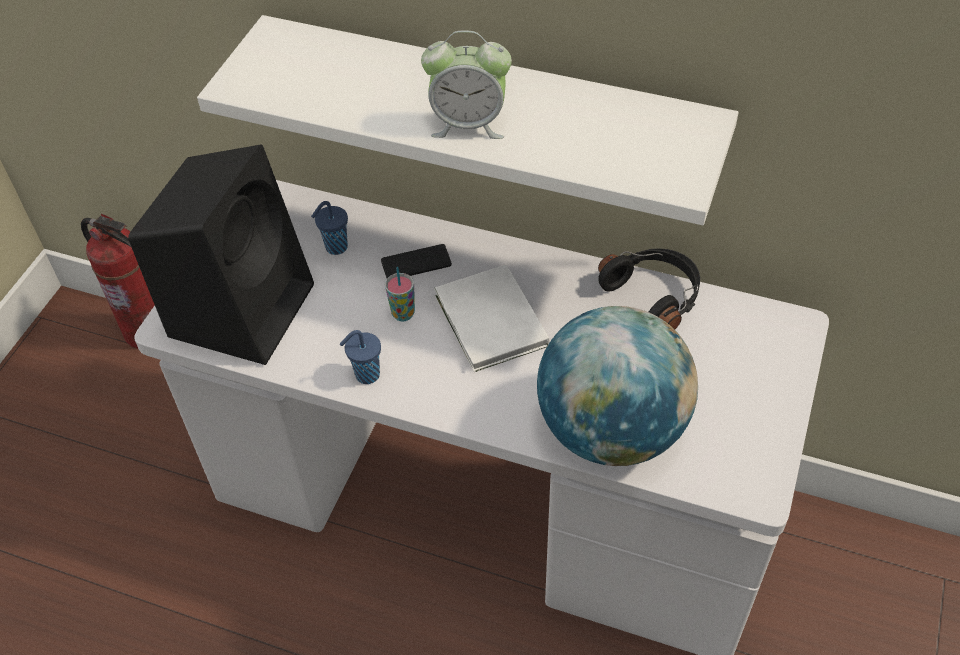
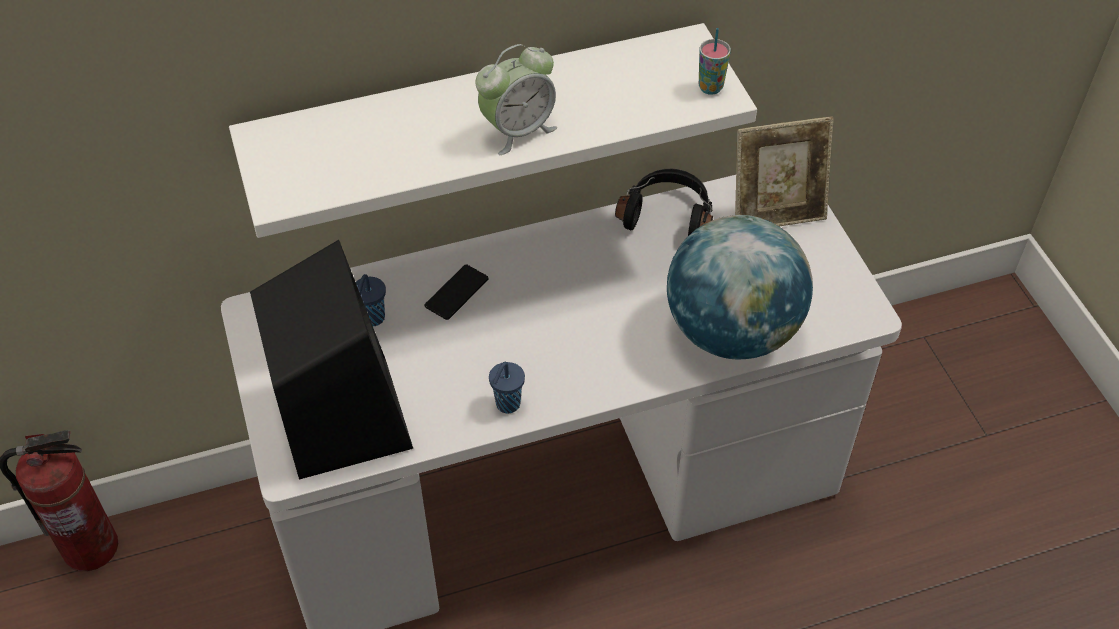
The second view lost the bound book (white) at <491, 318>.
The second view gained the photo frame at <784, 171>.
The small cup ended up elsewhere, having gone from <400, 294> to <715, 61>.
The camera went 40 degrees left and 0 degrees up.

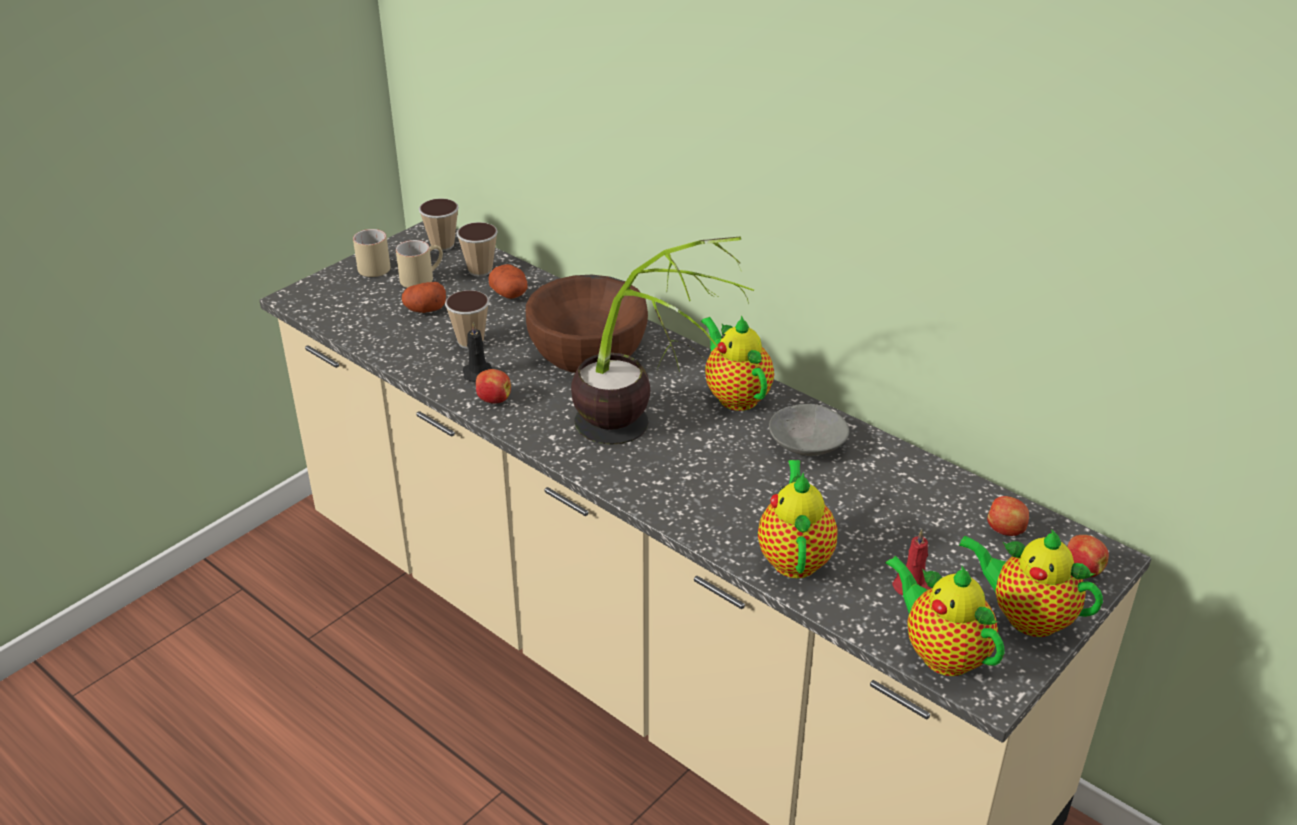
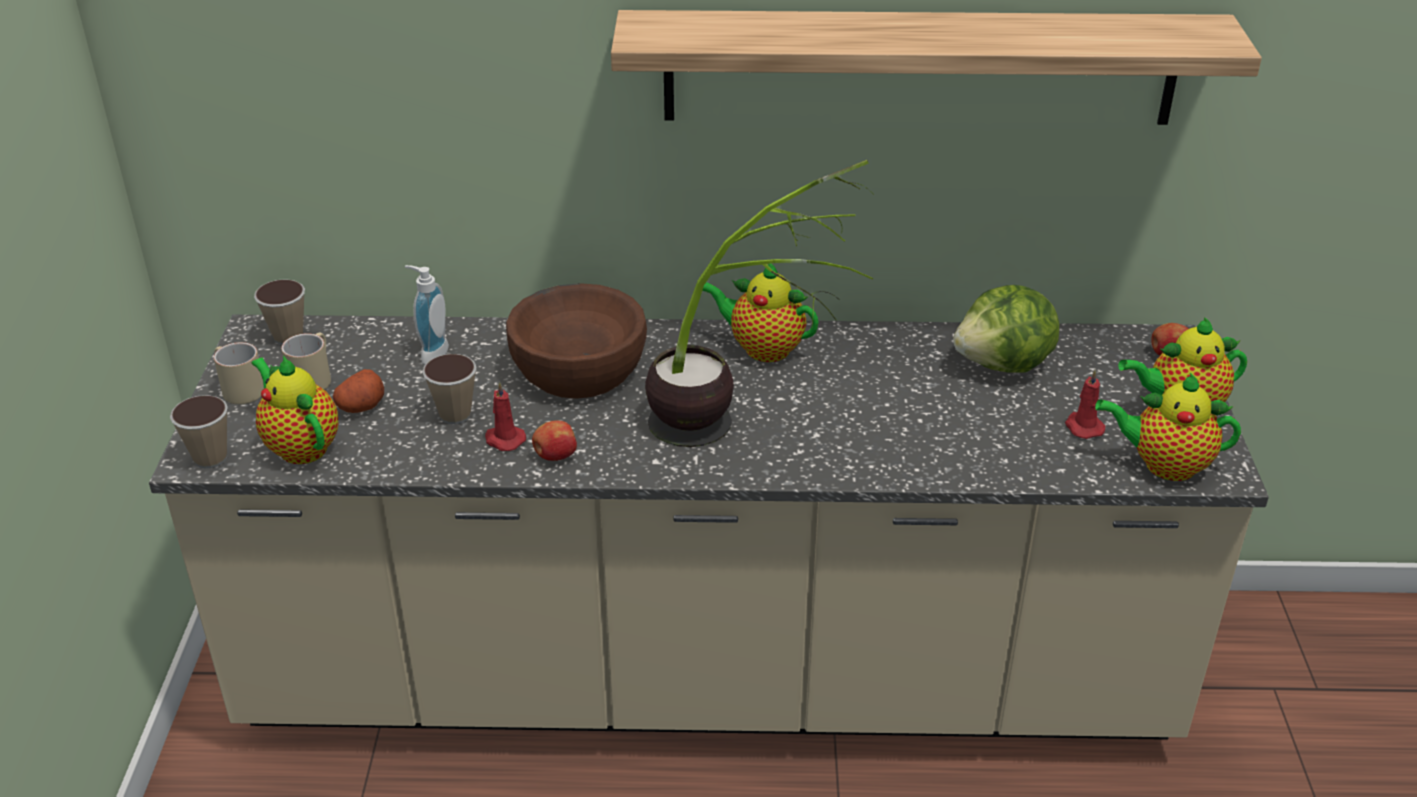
The second view lost the serving bowl (gray) at <809, 430>.
The second view lost the whole apple at <1008, 516>.
The second view gained the wall shelf at <936, 67>.
The second view gained the lettuce head at <1006, 329>.
The small cup ended up elsewhere, having gone from <477, 249> to <199, 431>.
The tea pot ended up elsewhere, having gone from <798, 519> to <294, 409>.
Where the potato stood at <508, 281>, the soap dispenser came to stand at <427, 315>.
What was the candle (black) at <477, 352> turned into the candle (reddish) at <505, 416>.
The camera went 40 degrees left and 0 degrees up.

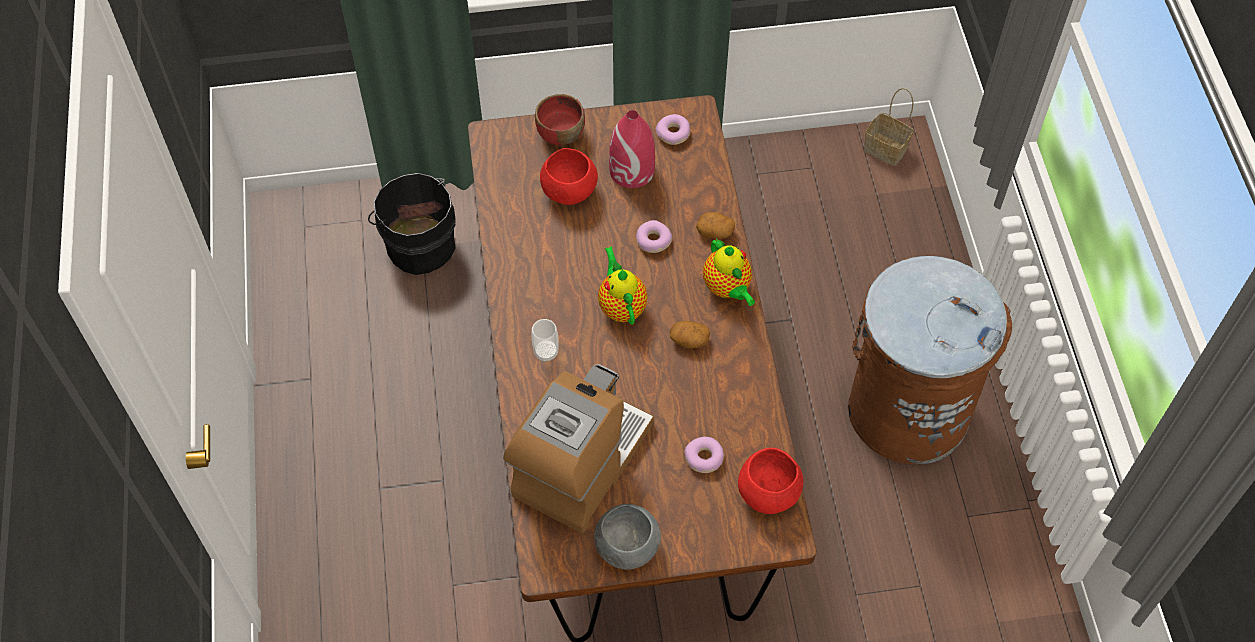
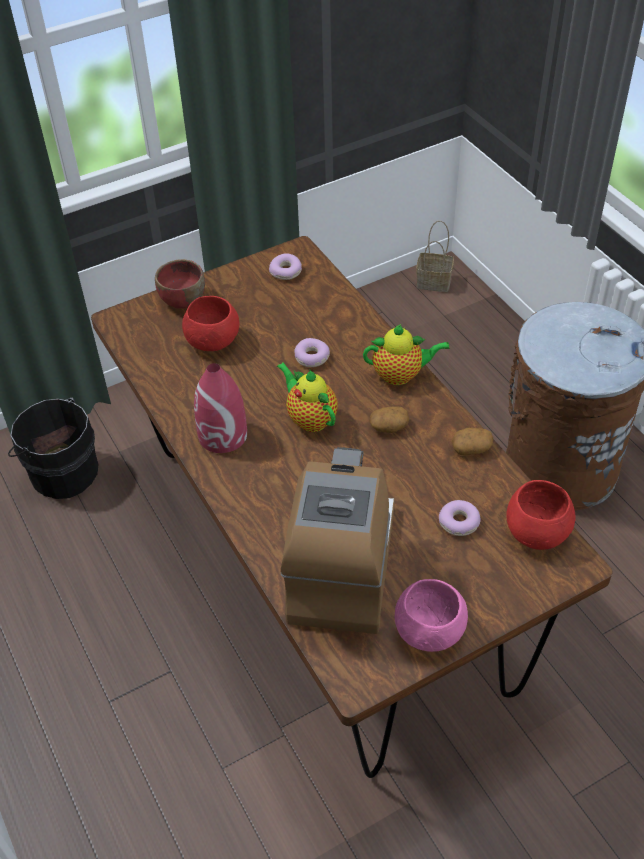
The second view lost the small cup at <545, 340>.
The vase (reddish) ended up elsewhere, having gone from <632, 149> to <220, 408>.
The potato ended up elsewhere, having gone from <715, 225> to <472, 441>.
What was the serving bowl (gray) at <627, 537> turned into the serving bowl (pink) at <431, 615>.
The tea pot at <729, 272> ended up facing another way, 45 degrees counterclockwise from before.
The camera went 20 degrees left and 10 degrees down.

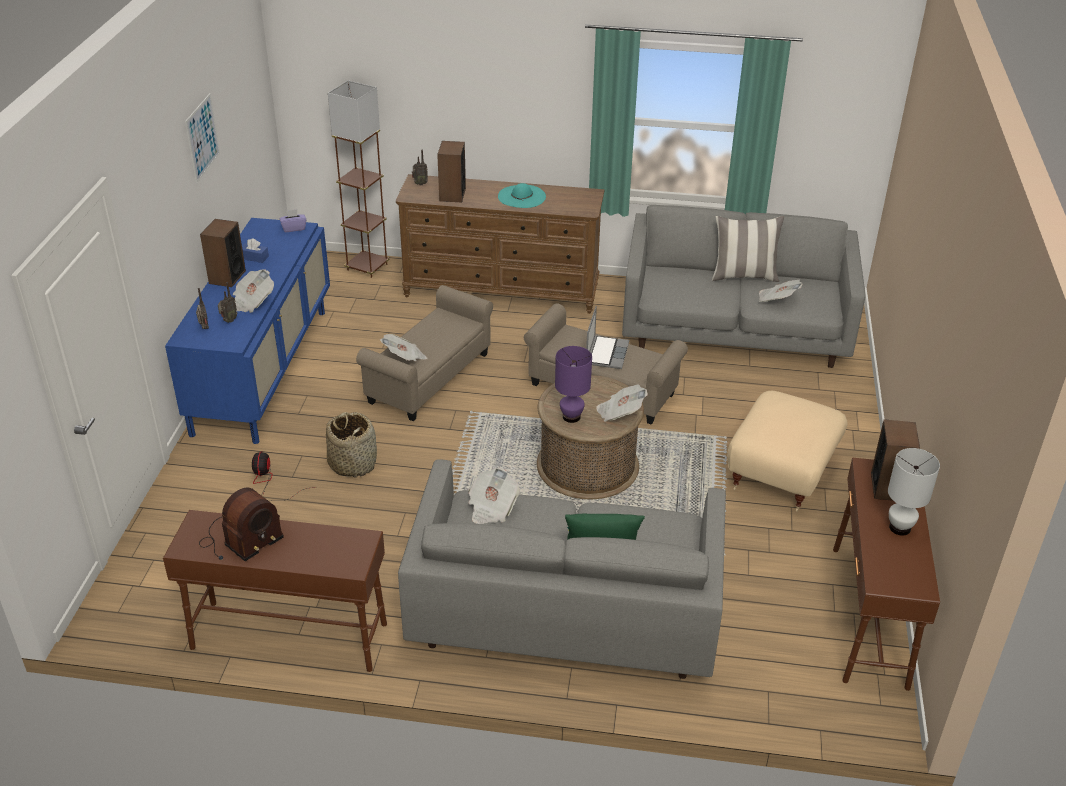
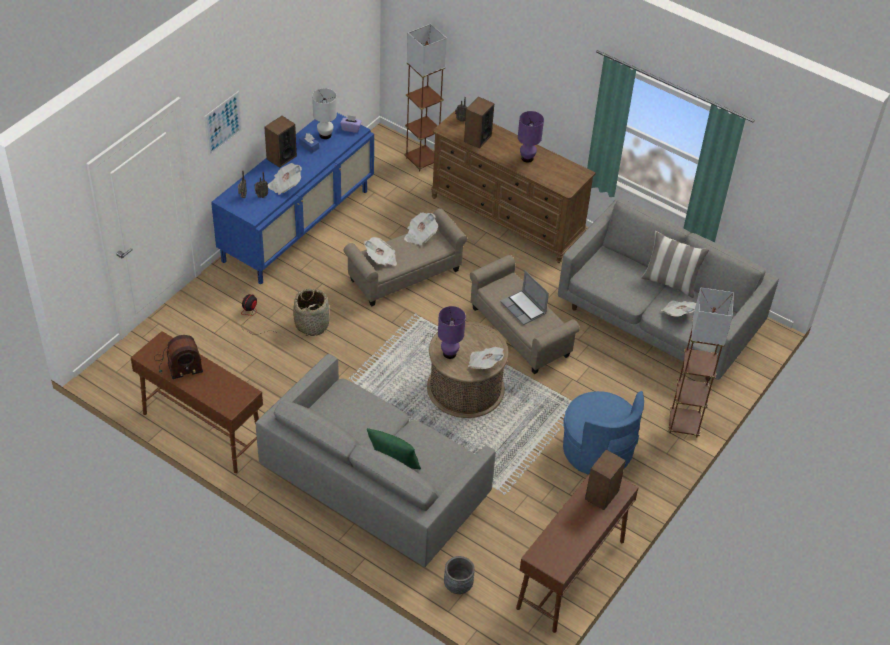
The second view gained the planter (gray) at <459, 575>.
The second view gained the standard lamp (brown) at <701, 362>.
The wall picture ended up elsewhere, having gone from <202, 138> to <223, 123>.
The daily paper ended up elsewhere, having gone from <494, 496> to <421, 229>.
The table lamp (white) ended up elsewhere, having gone from <914, 492> to <324, 113>.
Where the wearable hat (turquoise-coloured) stood at <522, 195>, the table lamp (purple-coloured) came to stand at <531, 137>.
Where the pouffe (beige) stood at <787, 451>, the armchair (bluish) came to stand at <603, 433>.
The laptop at <607, 337> ended up facing another way, 105 degrees clockwise from before.
The camera went 25 degrees right and 10 degrees up.

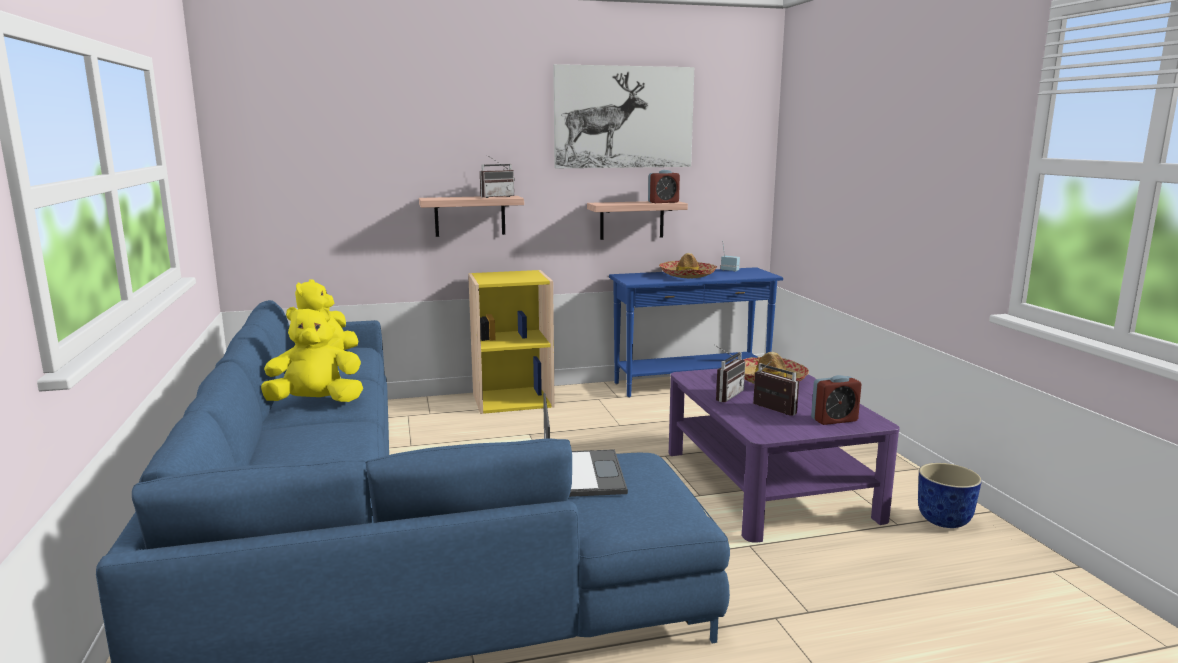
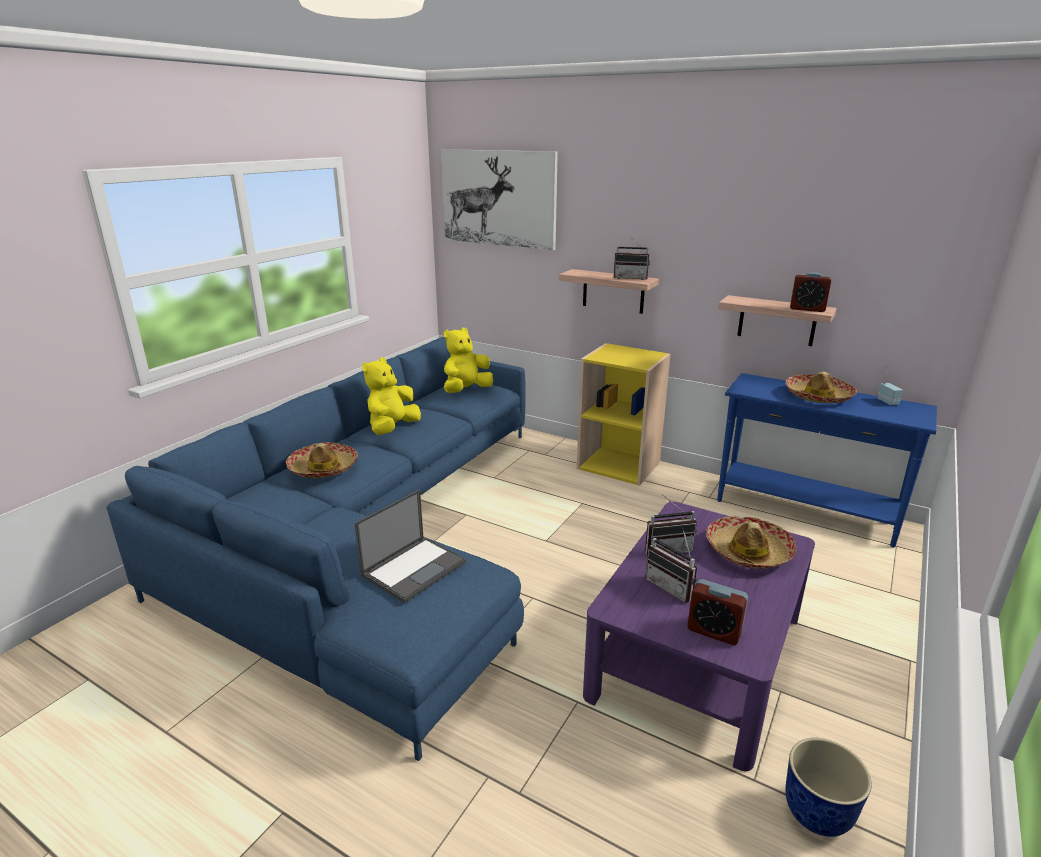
The second view gained the wearable hat at <322, 460>.
The wall picture ended up elsewhere, having gone from <623, 116> to <499, 199>.
The cuddly toy (yellowish) at <312, 354> ended up facing another way, 90 degrees counterclockwise from before.
The radio set at <776, 389> ended up facing another way, 135 degrees clockwise from before.
The camera went 45 degrees right and 10 degrees up.

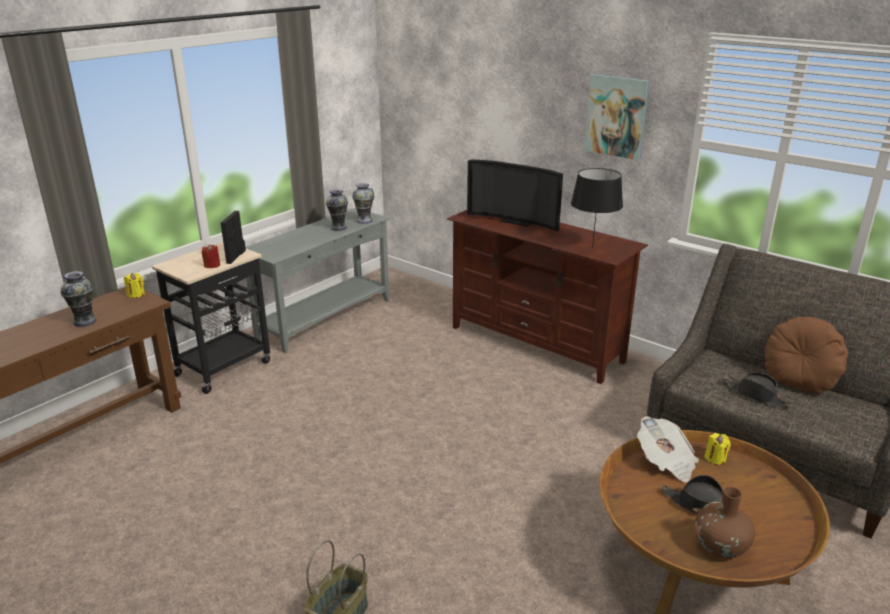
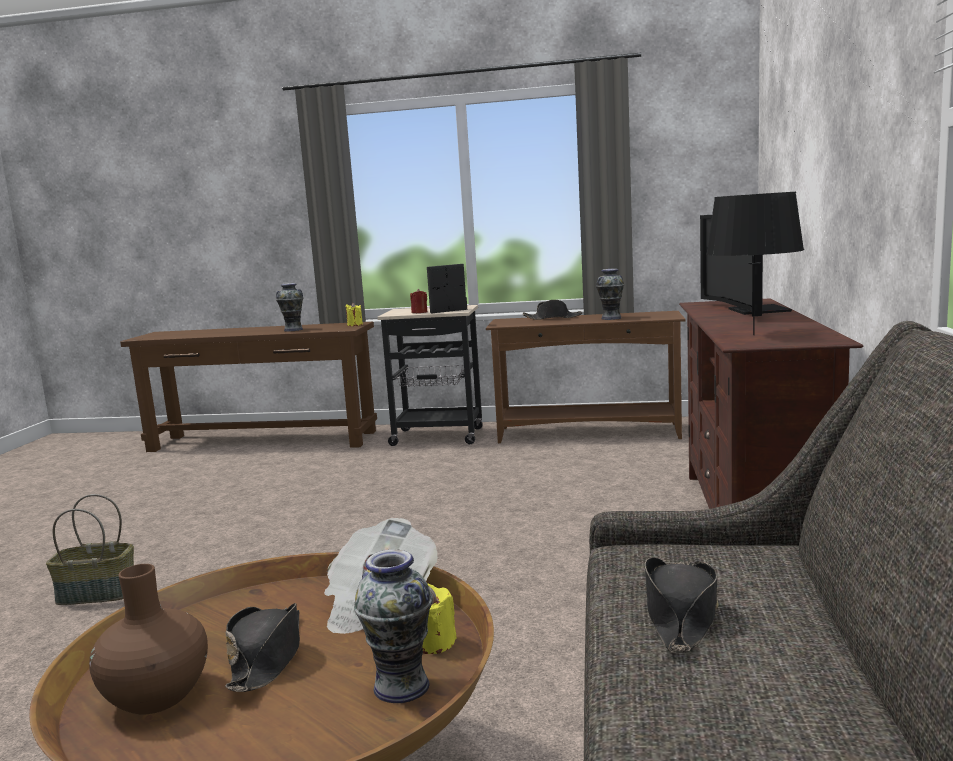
The second view lost the wall picture at <617, 117>.
The second view lost the pillow (brown) at <806, 355>.
The second view gained the wearable hat (black) at <553, 310>.
The vase ended up elsewhere, having gone from <363, 203> to <393, 626>.
What was the hall table (gray) at <317, 281> turned into the hall table (brown) at <586, 377>.
The camera went 60 degrees right and 15 degrees down.

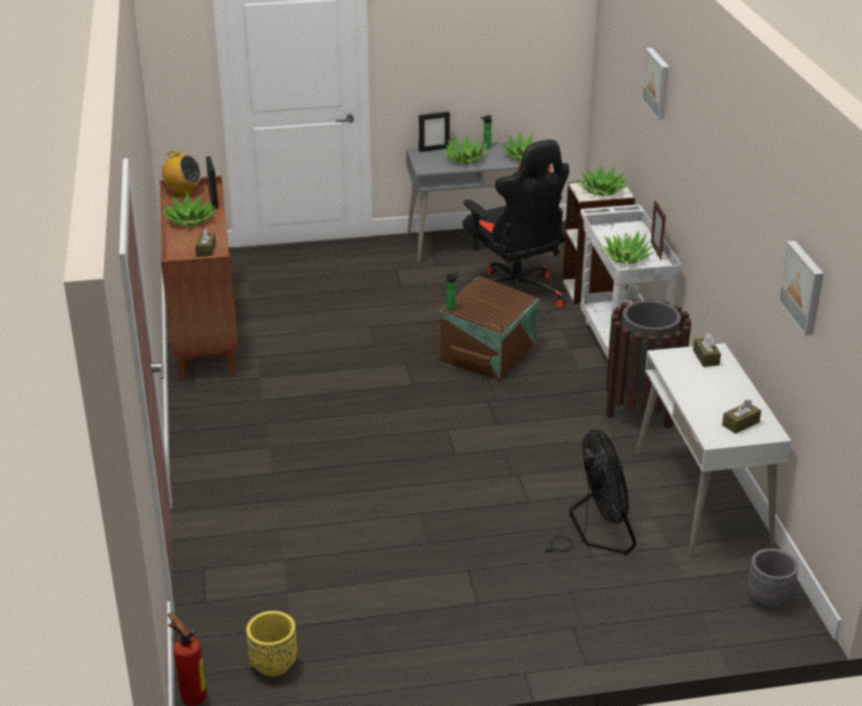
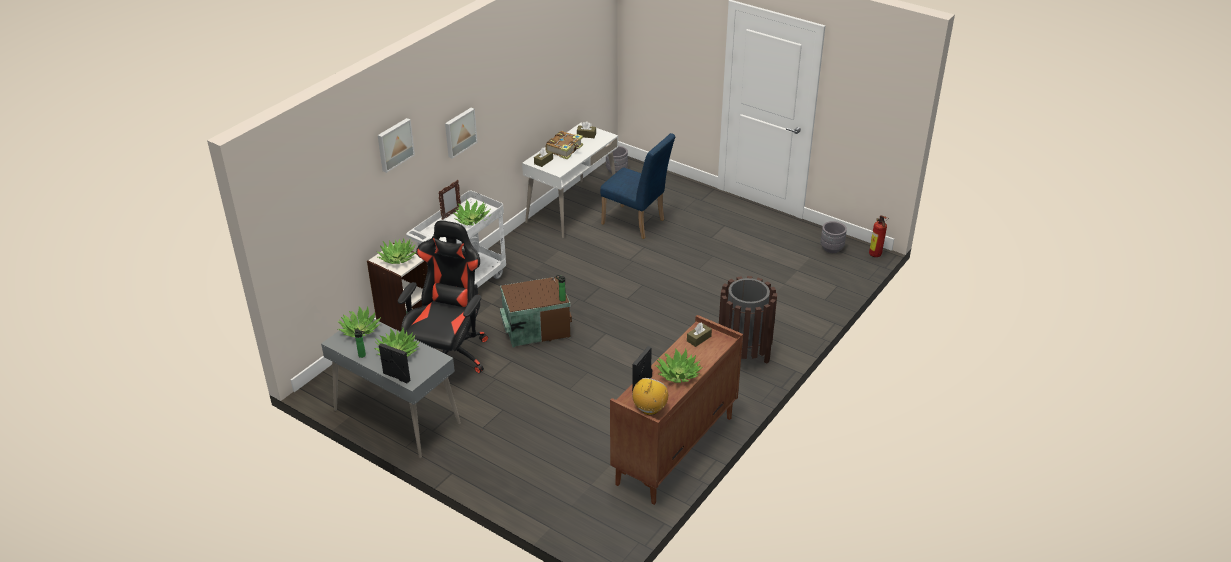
The second view gained the bound book at <564, 145>.
The rubbish bin (brown) ended up elsewhere, having gone from <648, 364> to <748, 320>.
The wall picture ended up elsewhere, having gone from <801, 288> to <461, 133>.
Where the electric fan (black) stood at <590, 492>, the upright chair (bluish) came to stand at <637, 186>.
What was the planter (yellowish) at <271, 644> turned into the planter (gray) at <834, 237>.
The radio set at <179, 173> ended up facing another way, 45 degrees clockwise from before.
The camera went 135 degrees left and 5 degrees up.

